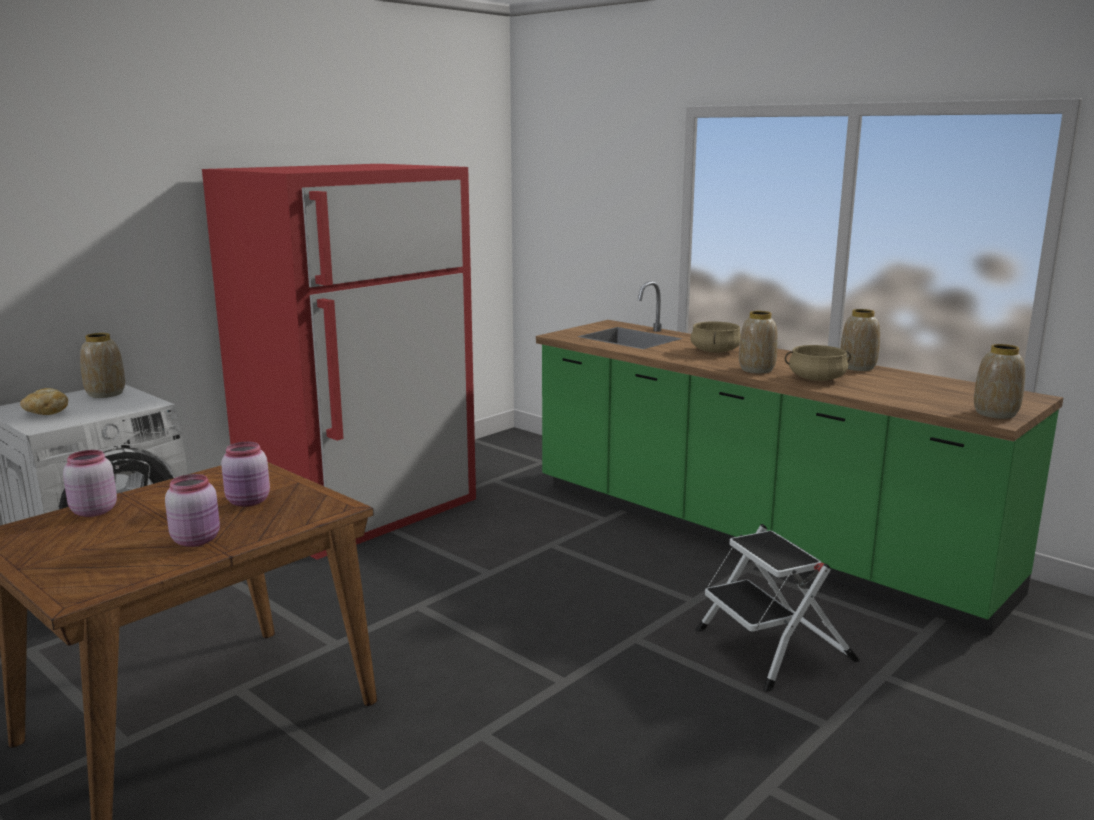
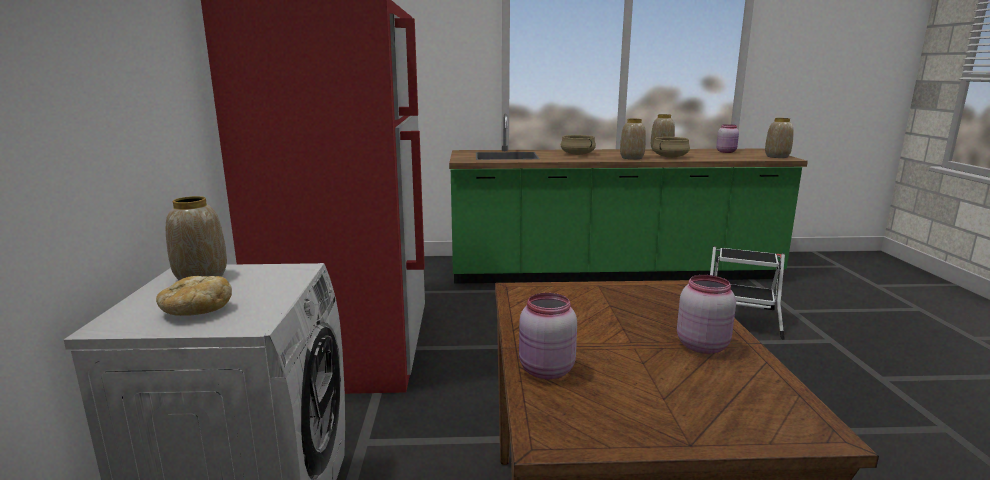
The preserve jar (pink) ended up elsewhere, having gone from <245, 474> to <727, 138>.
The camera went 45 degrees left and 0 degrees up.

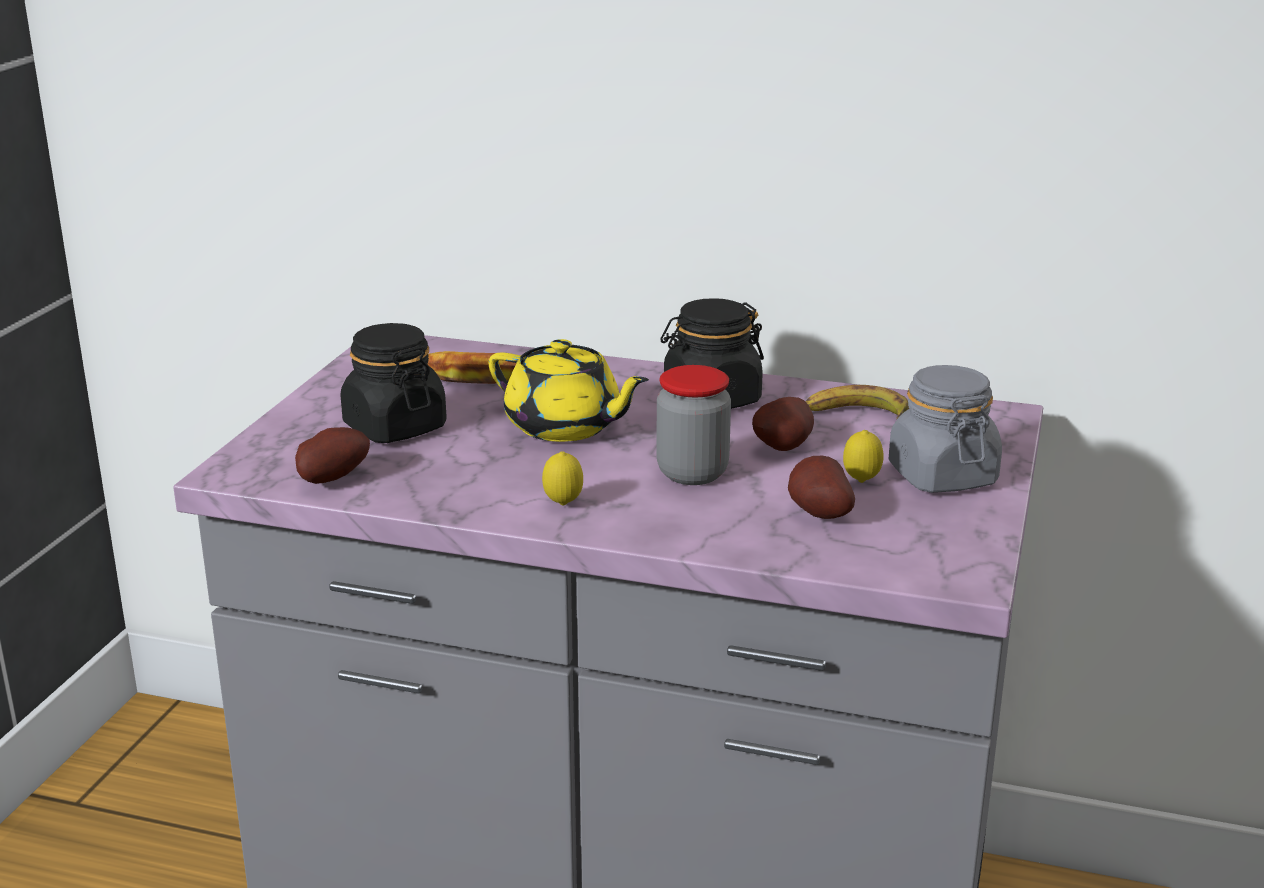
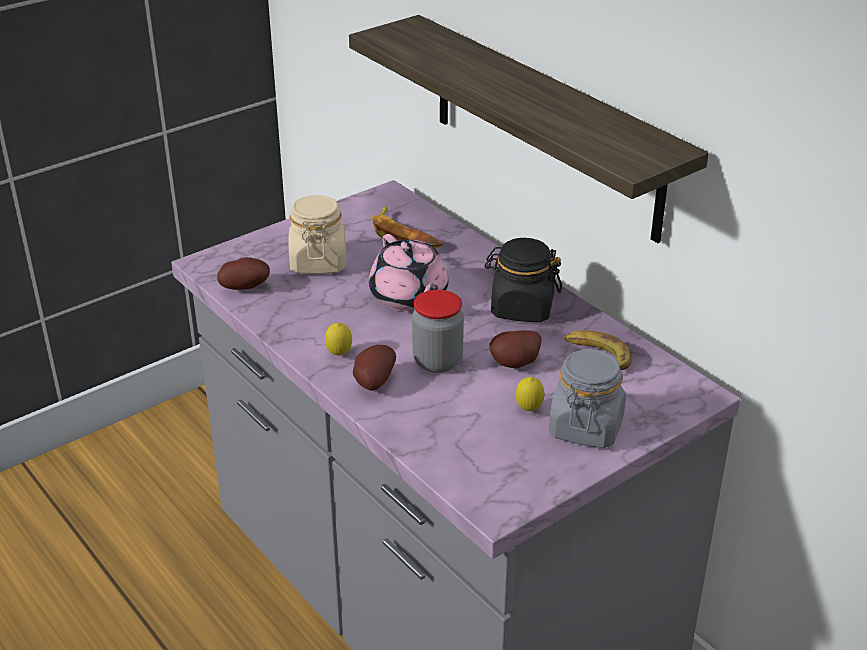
The second view gained the wall shelf at <529, 129>.
The potato ended up elsewhere, having gone from <821, 487> to <374, 368>.
What was the preserve jar (black) at <394, 383> turned into the preserve jar (beige) at <317, 234>.
What was the tea pot (yellowish) at <568, 390> turned into the tea pot (pink) at <408, 272>.
The camera went 35 degrees right and 10 degrees up.

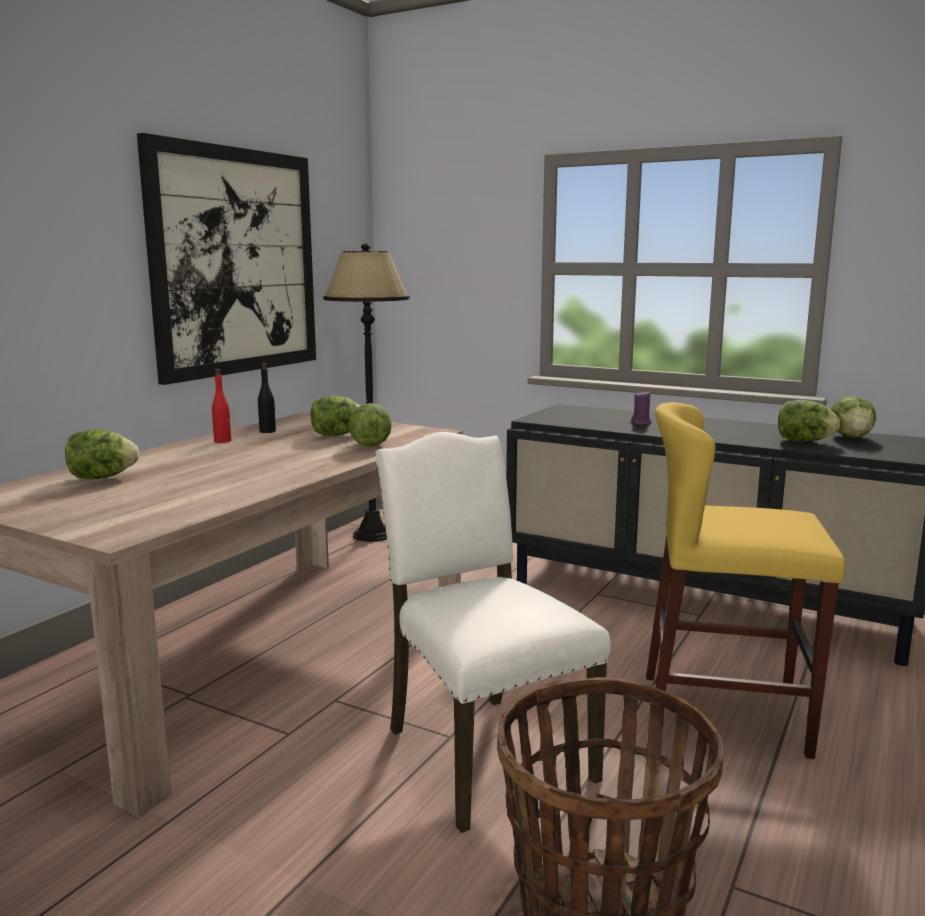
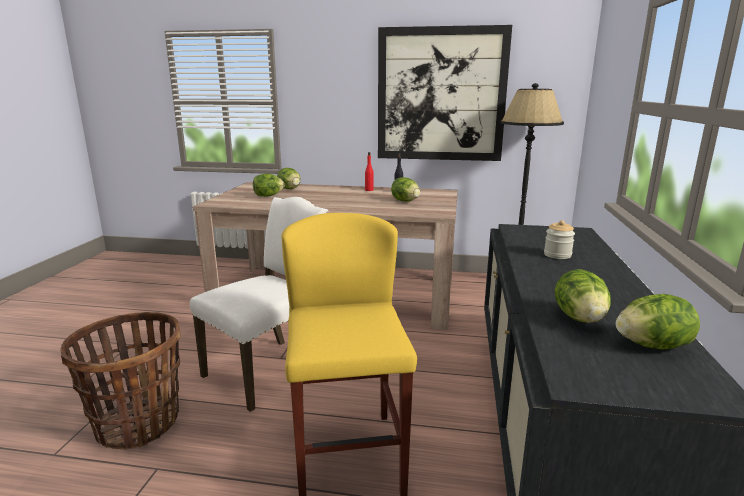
The lettuce head ended up elsewhere, having gone from <370, 425> to <268, 185>.
Where the candle (purple-coloured) stood at <641, 408>, the preserve jar came to stand at <559, 239>.
The camera went 70 degrees right and 5 degrees up.

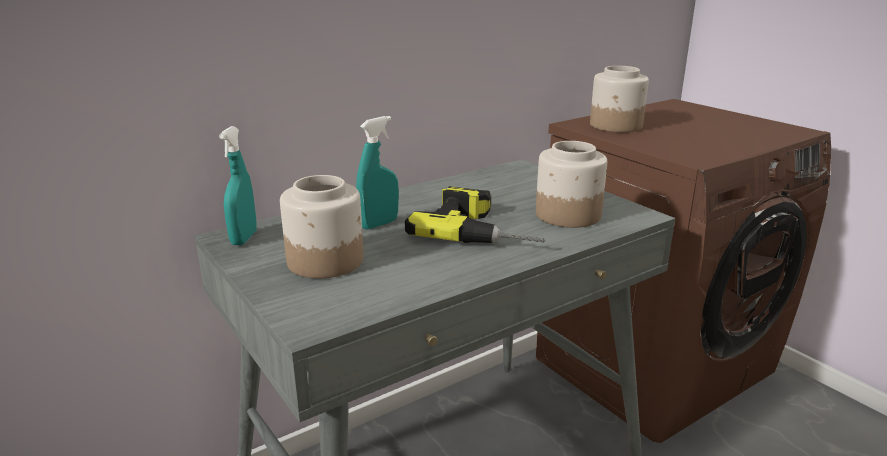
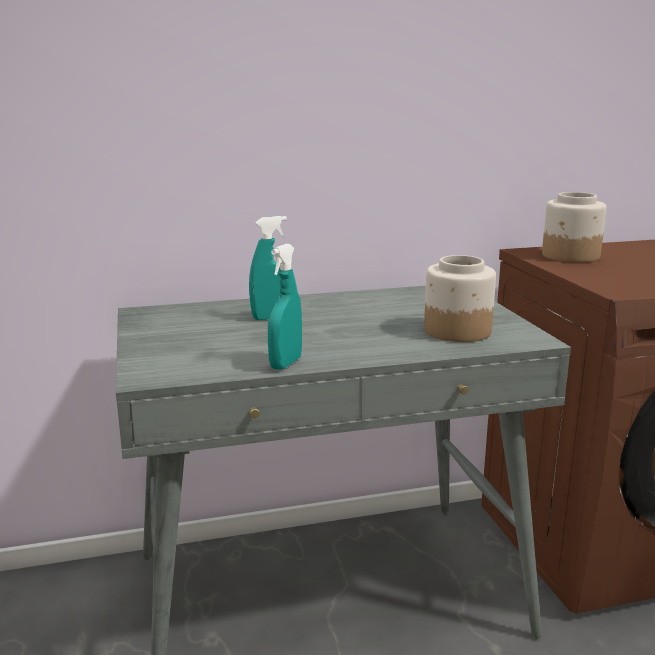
The second view lost the preserve jar at <321, 226>.
The second view lost the power drill at <475, 214>.
The hand sprayer (turquoise-coloured) ended up elsewhere, having gone from <238, 185> to <285, 307>.
The camera went 20 degrees right and 5 degrees down.

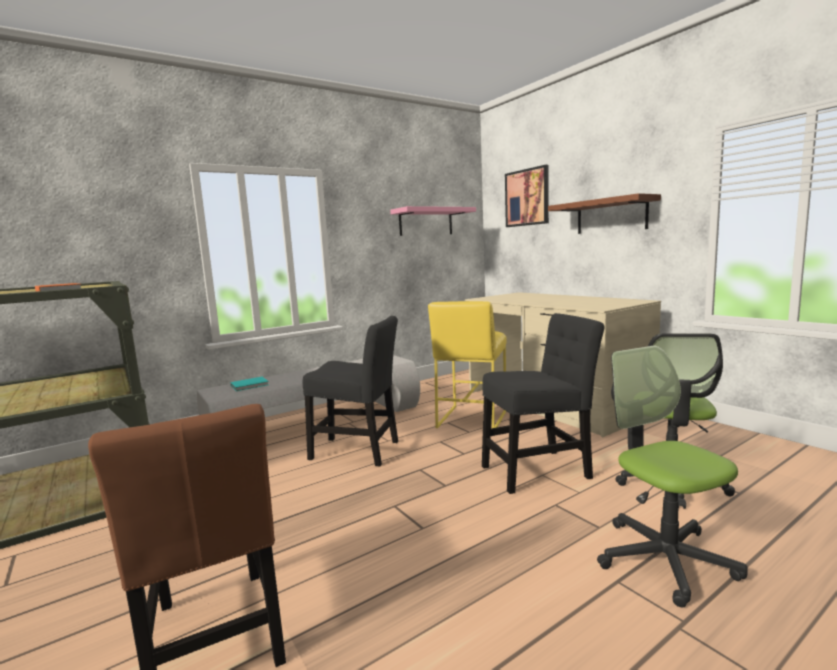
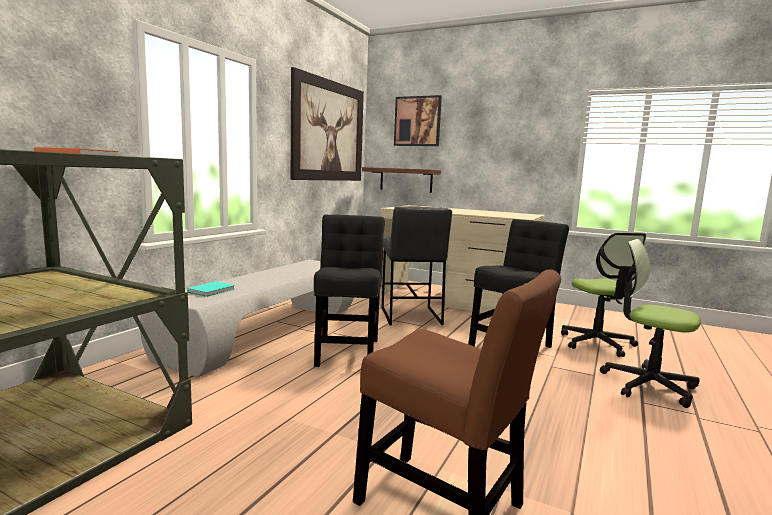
The wall shelf (brown) ended up elsewhere, having gone from <604, 213> to <401, 180>.
Where the wall shelf (pink) hung at <433, 221>, the wall picture came to hang at <327, 124>.
What was the stool seat (yellowish) at <467, 364> turned into the stool seat (gray) at <417, 265>.
The upright chair (black) at <350, 391> ended up facing another way, 75 degrees counterclockwise from before.
The camera went 30 degrees left and 0 degrees up.

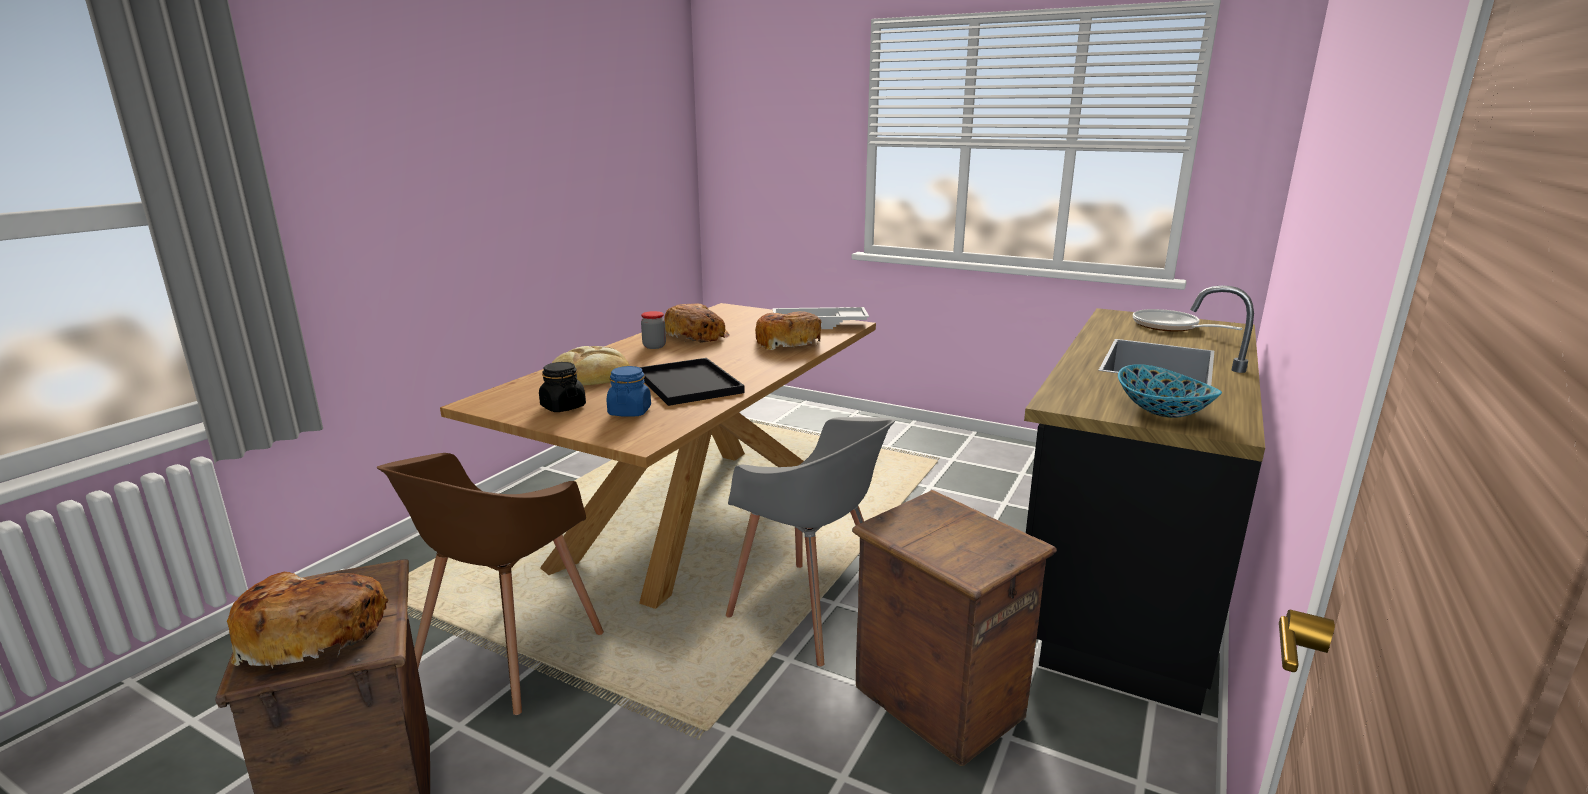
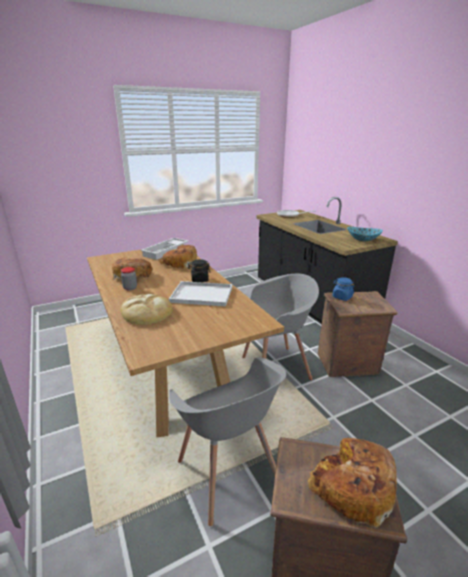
The preserve jar (black) ended up elsewhere, having gone from <562, 387> to <199, 270>.
The preserve jar (bluish) ended up elsewhere, having gone from <628, 391> to <343, 289>.
What was the upright chair (brown) at <490, 584> turned into the upright chair (gray) at <227, 441>.
What was the serving tray (black) at <692, 382> turned into the serving tray (white) at <200, 293>.
The camera went 55 degrees left and 5 degrees up.

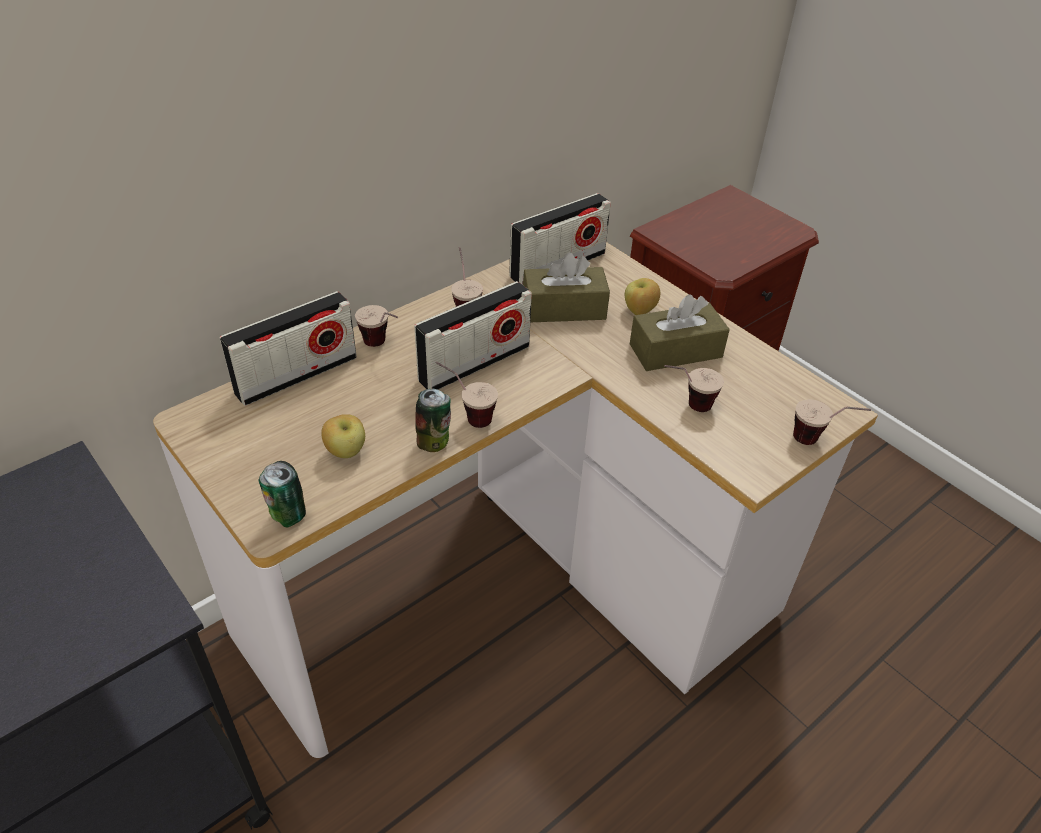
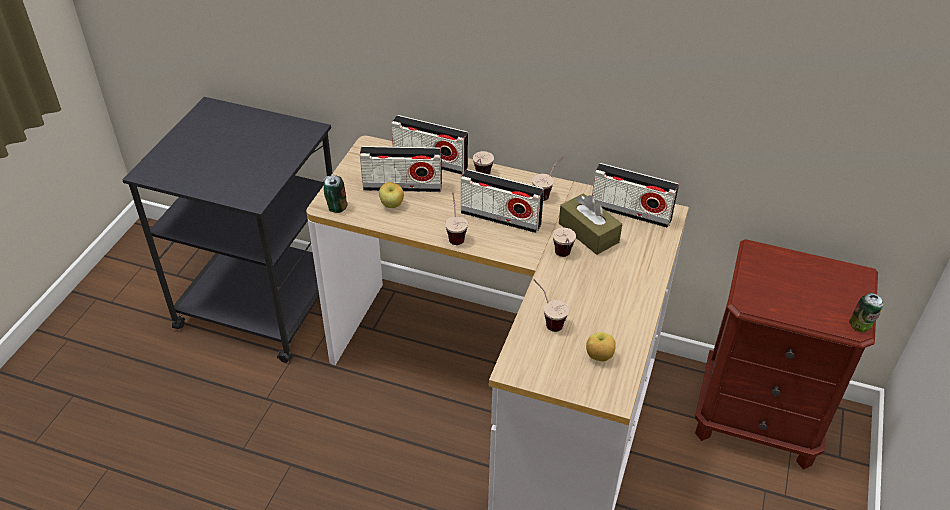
The second view lost the tissue holder (brown) at <680, 332>.
The second view gained the radio set at <401, 169>.
The sealed can ended up elsewhere, having gone from <433, 420> to <866, 312>.
The whole apple ended up elsewhere, having gone from <642, 296> to <601, 346>.
The small cup ended up elsewhere, having gone from <832, 422> to <564, 242>.
The camera went 60 degrees right and 0 degrees up.

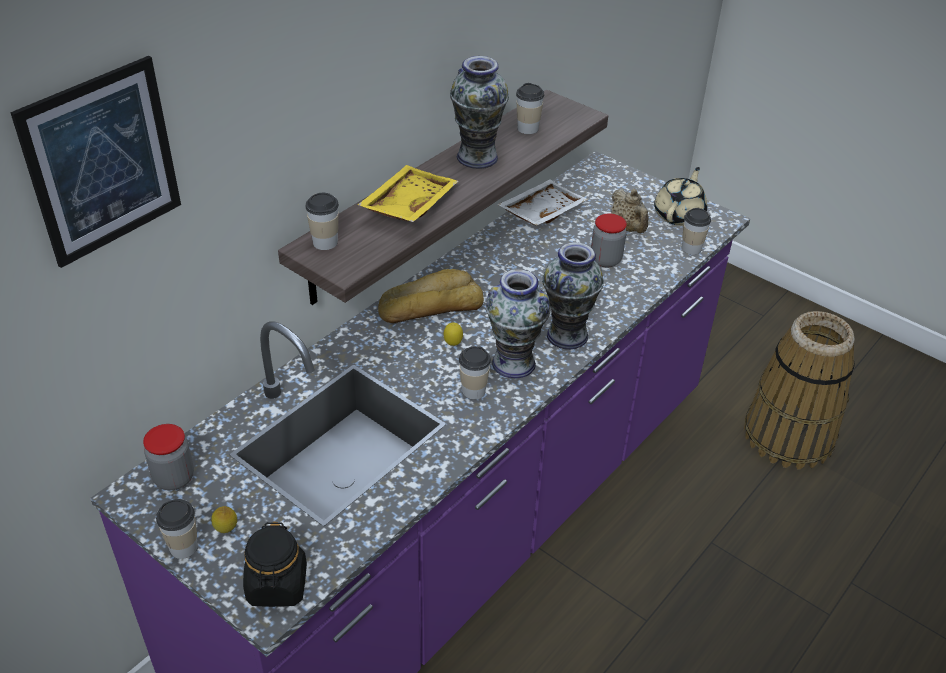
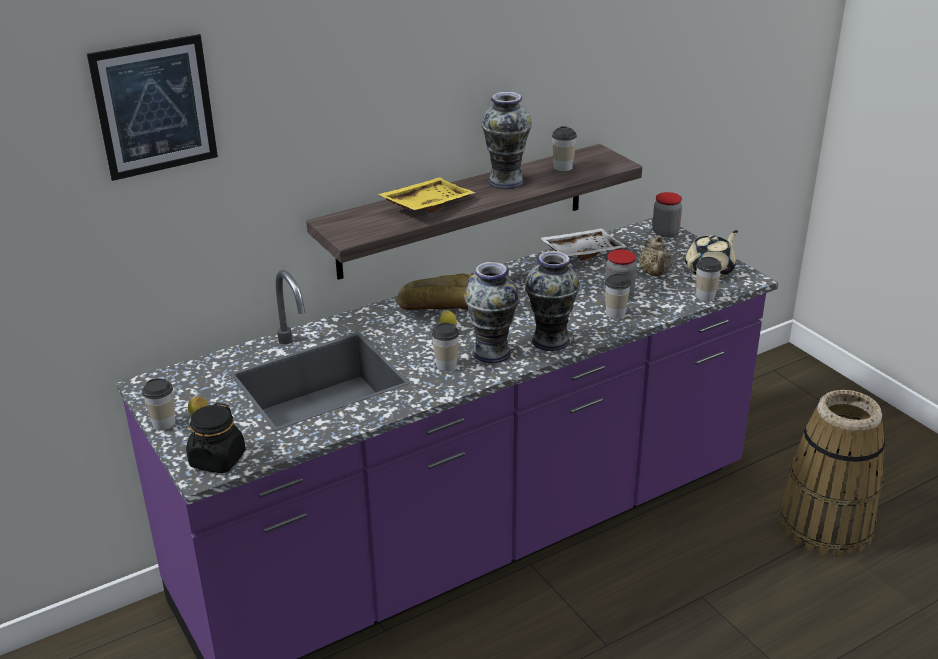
The preserve jar ended up elsewhere, having gone from <168, 457> to <667, 215>.
The small cup ended up elsewhere, having gone from <322, 221> to <618, 296>.
The camera went 20 degrees right and 10 degrees down.

